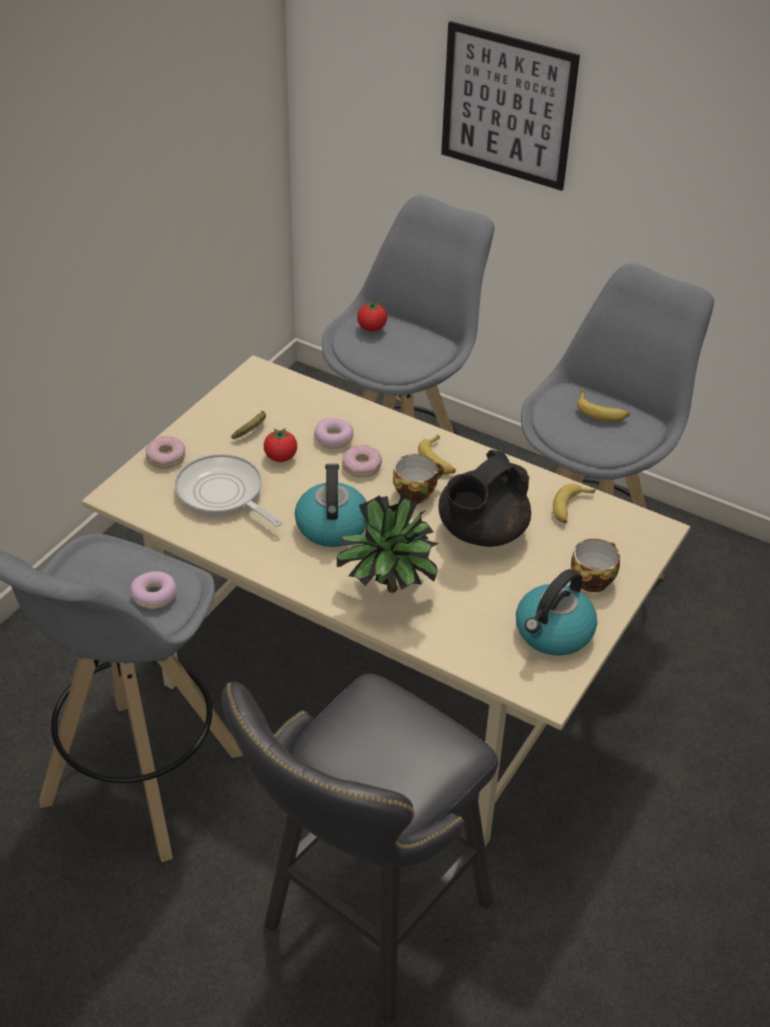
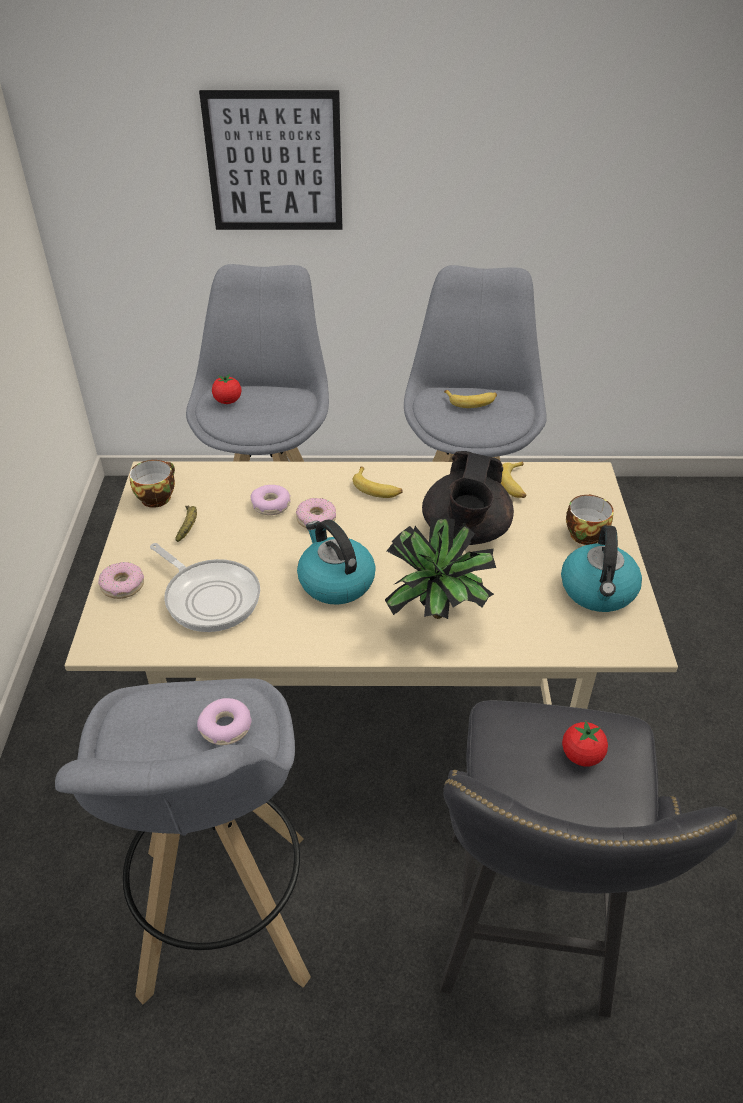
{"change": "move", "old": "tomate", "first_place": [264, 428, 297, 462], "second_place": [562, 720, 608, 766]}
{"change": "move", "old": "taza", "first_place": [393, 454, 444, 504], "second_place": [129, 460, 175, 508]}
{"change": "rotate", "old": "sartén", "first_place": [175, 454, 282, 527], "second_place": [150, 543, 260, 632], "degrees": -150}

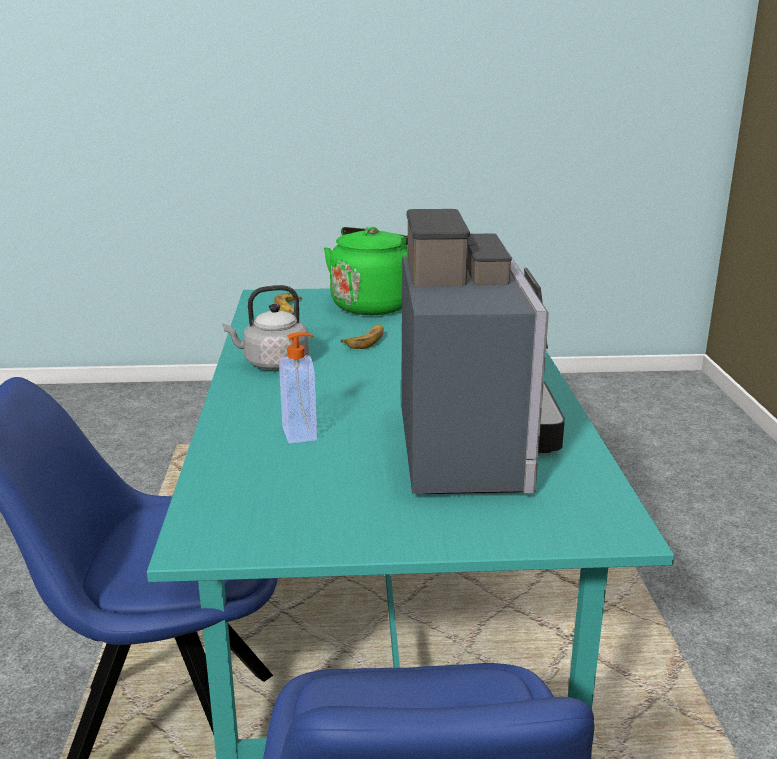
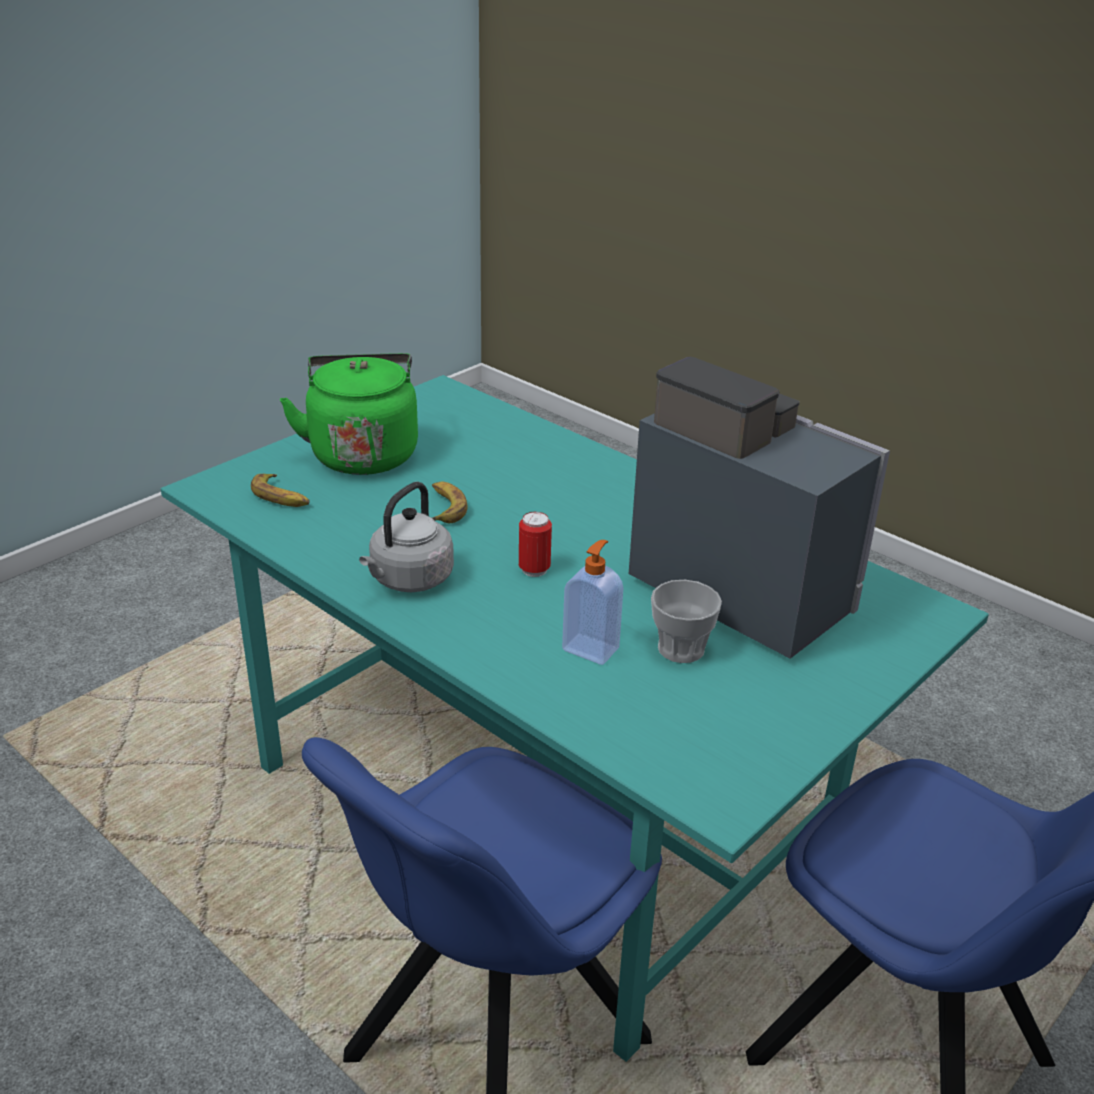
{"change": "insert", "new": "lata", "second_place": [519, 512, 552, 577]}
{"change": "insert", "new": "taza", "second_place": [651, 580, 722, 663]}

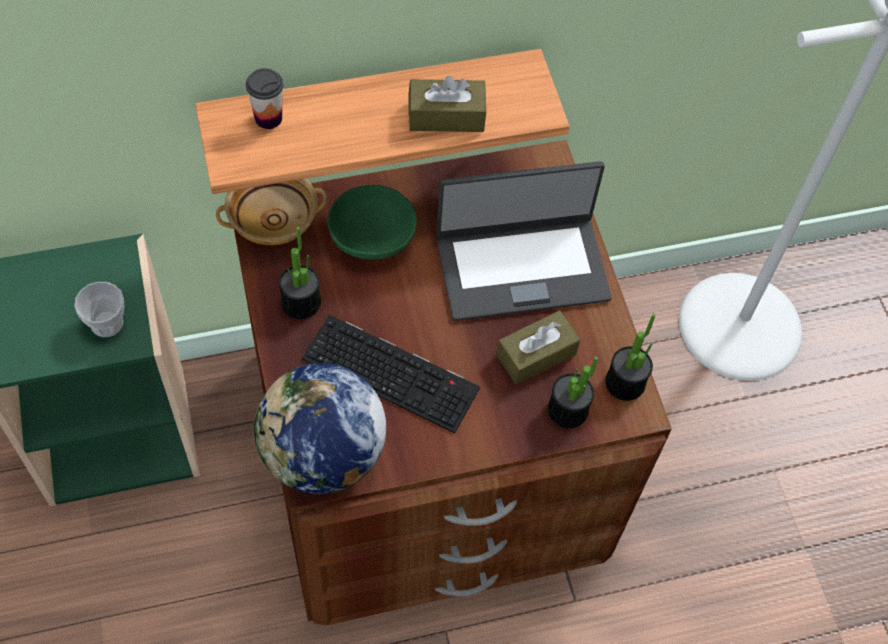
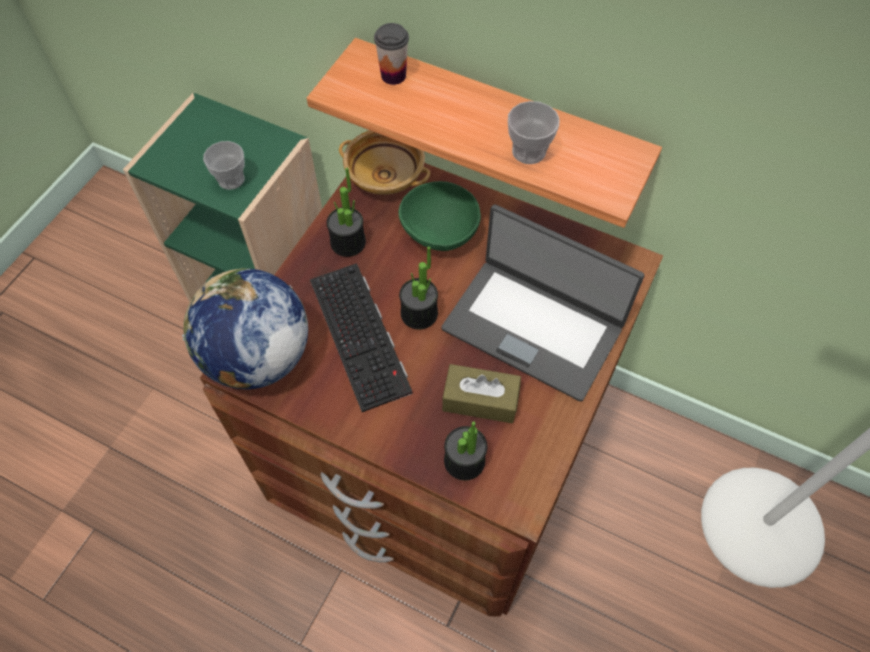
{"change": "move", "old": "planta en maceta", "first_place": [605, 314, 655, 401], "second_place": [399, 246, 438, 329]}
{"change": "replace", "old": "caja de pañuelos/marrón", "new": "taza", "first_place": [409, 76, 486, 132], "second_place": [508, 101, 559, 164]}

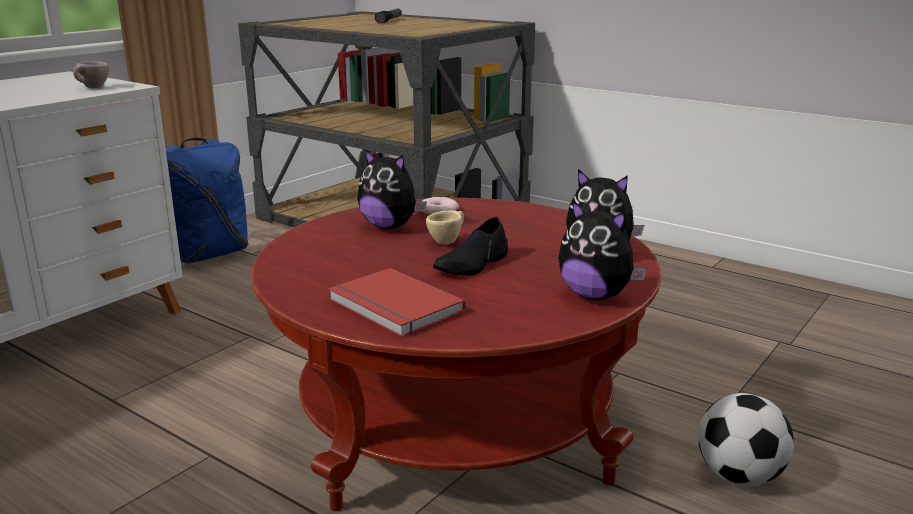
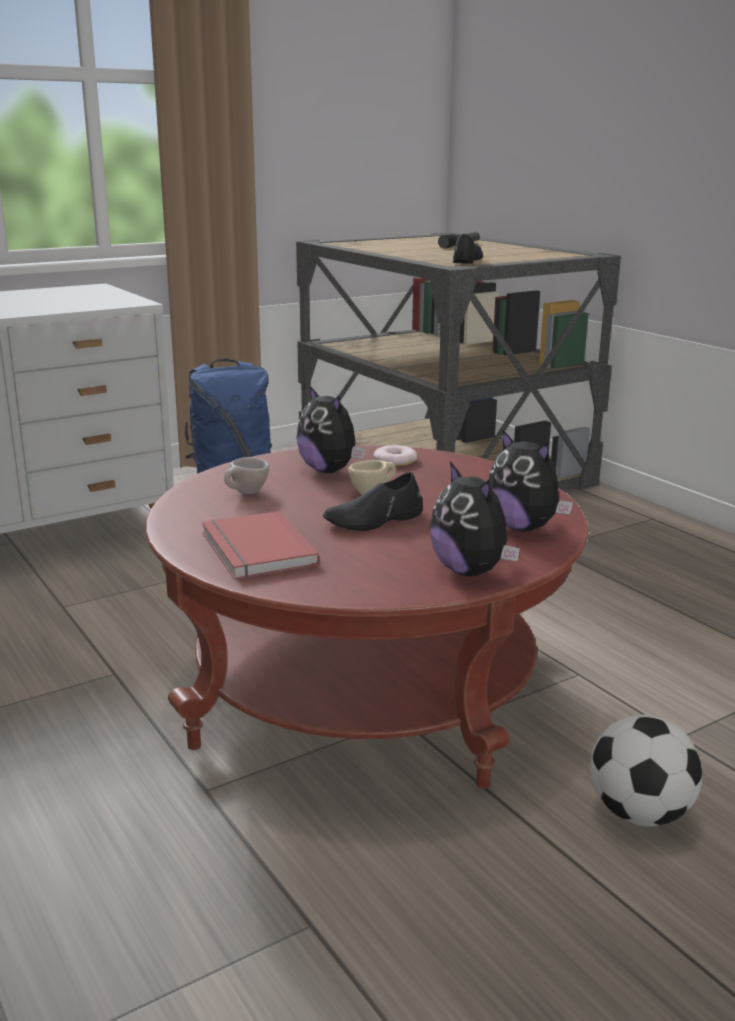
{"change": "insert", "new": "zapato/negro", "second_place": [453, 234, 483, 264]}
{"change": "move", "old": "taza/beis", "first_place": [73, 61, 109, 88], "second_place": [224, 457, 269, 494]}

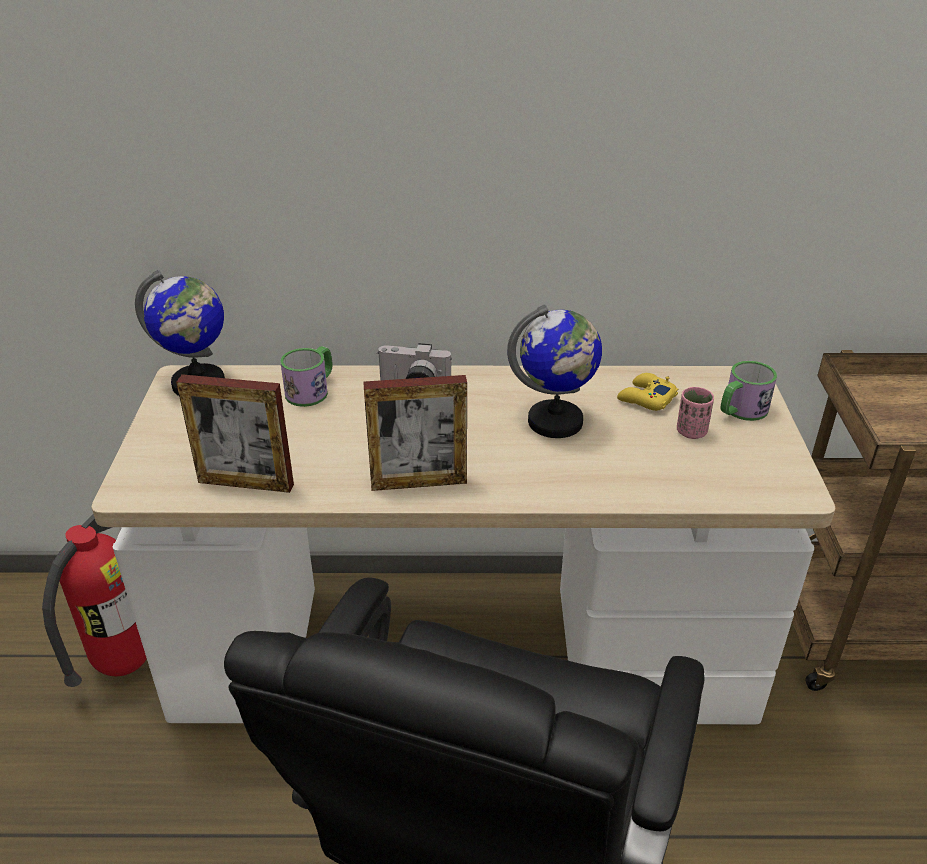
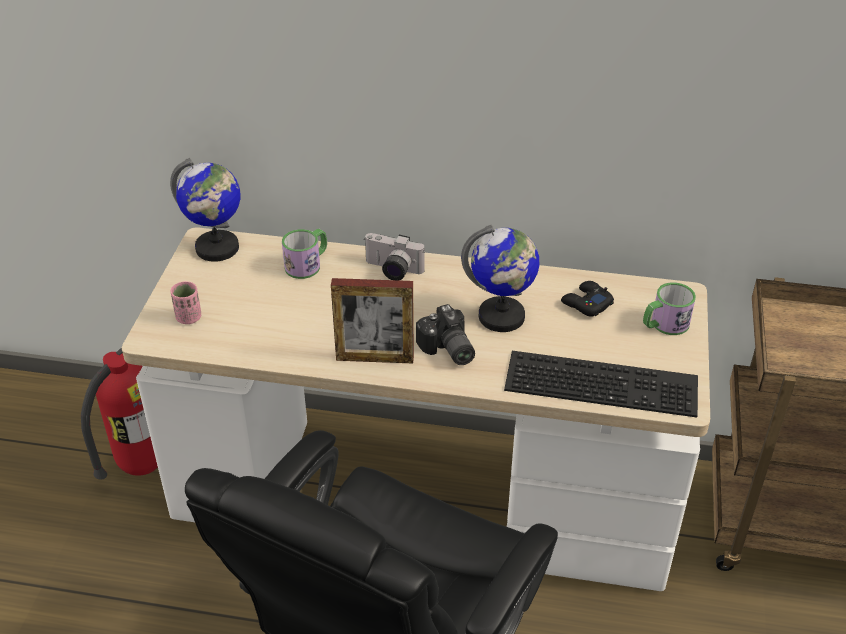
{"change": "delete", "old": "portarretratos", "first_place": [176, 374, 294, 493]}
{"change": "insert", "new": "cámara", "second_place": [416, 304, 475, 365]}
{"change": "insert", "new": "teclado", "second_place": [504, 351, 698, 418]}
{"change": "move", "old": "taza/rosa", "first_place": [677, 387, 714, 439], "second_place": [170, 281, 201, 324]}
{"change": "recolor", "old": "mando de consola/amarillo", "new": "mando de consola/negro", "first_place": [617, 373, 678, 411], "second_place": [561, 281, 614, 317]}

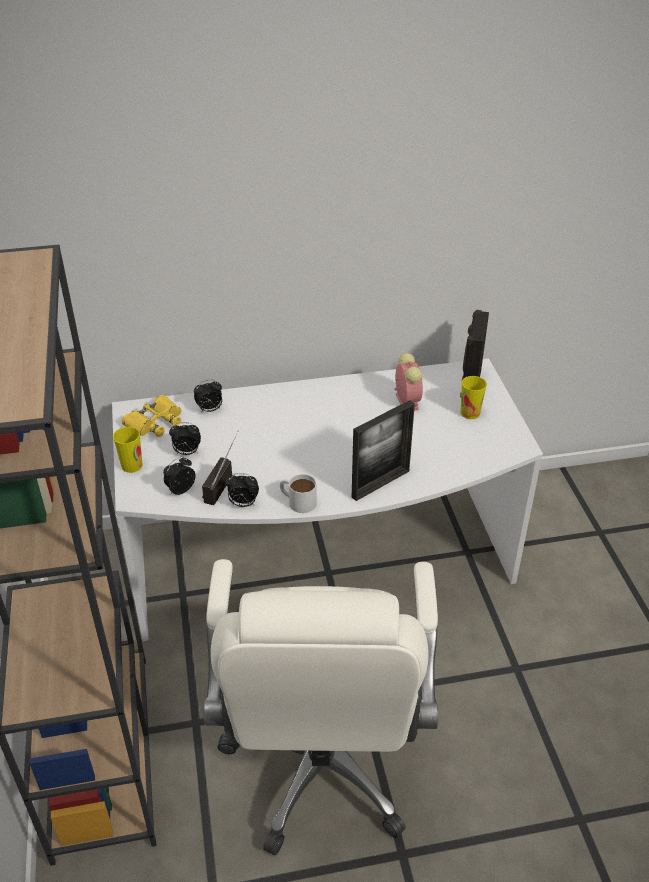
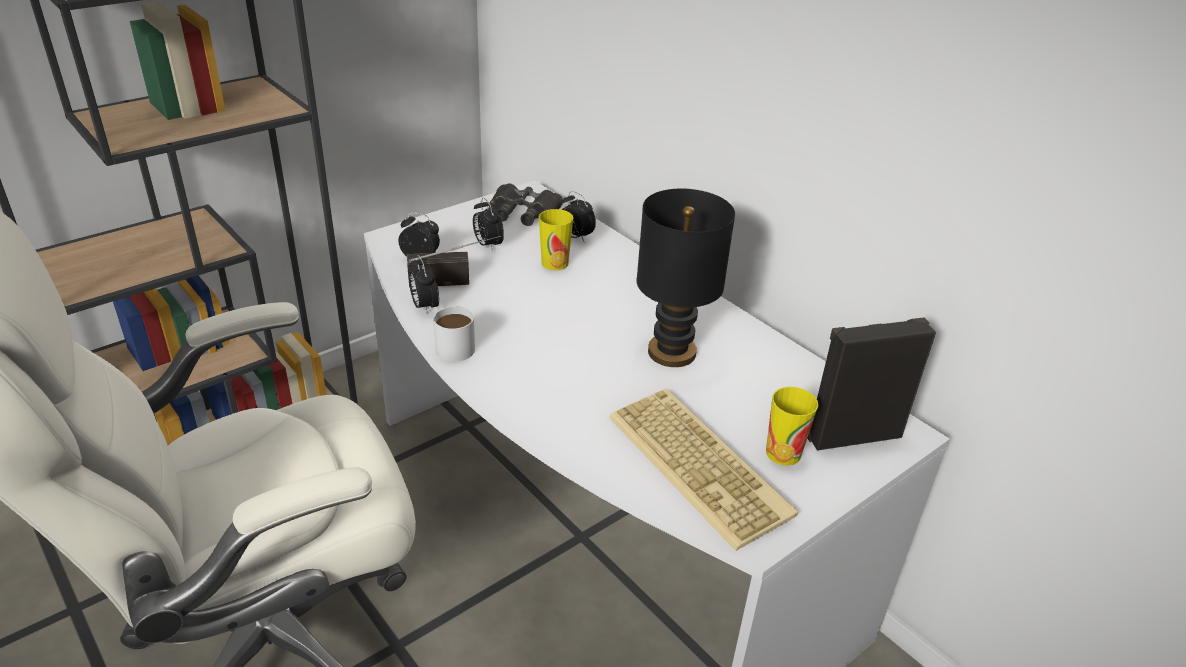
{"change": "delete", "old": "portarretratos", "first_place": [352, 400, 415, 501]}
{"change": "delete", "old": "despertador", "first_place": [395, 353, 423, 411]}
{"change": "insert", "new": "teclado", "second_place": [609, 389, 798, 551]}
{"change": "insert", "new": "lámpara de mesa/negro", "second_place": [636, 188, 735, 367]}
{"change": "move", "old": "taza", "first_place": [113, 427, 142, 473], "second_place": [539, 209, 573, 270]}
{"change": "recolor", "old": "prismáticos/amarillo", "new": "prismáticos/negro", "first_place": [122, 395, 182, 437], "second_place": [489, 183, 563, 226]}

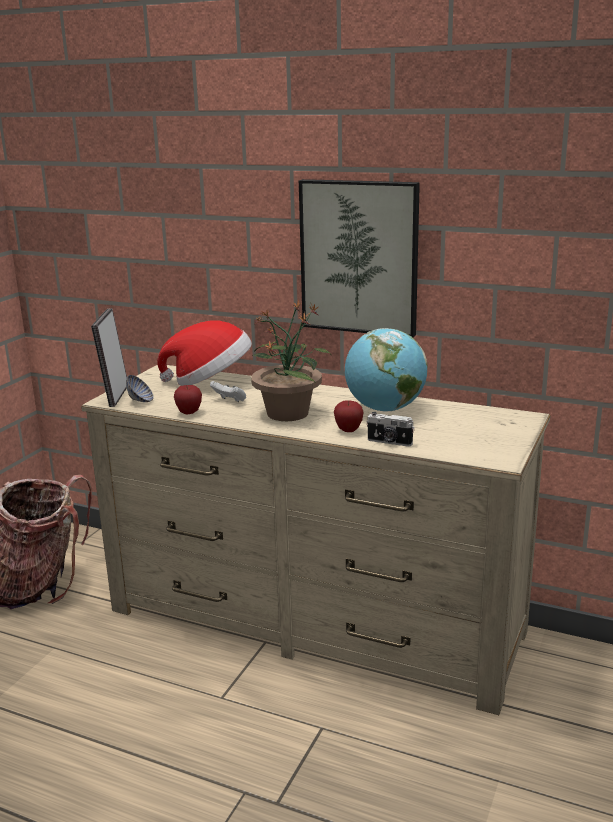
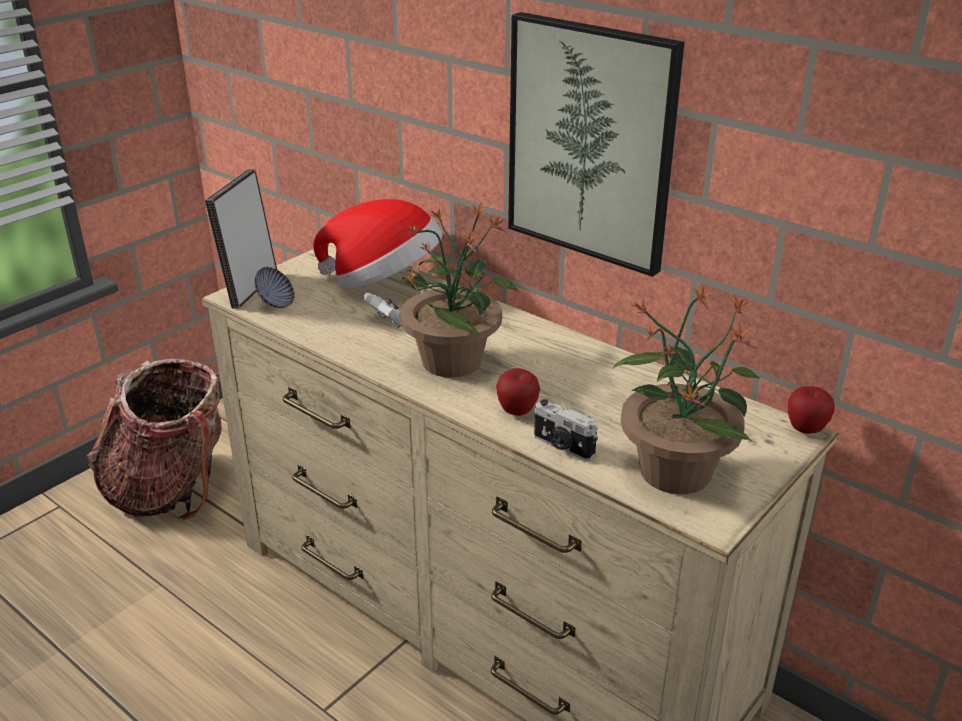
{"change": "delete", "old": "globo terráqueo", "first_place": [345, 328, 427, 411]}
{"change": "insert", "new": "planta en maceta", "second_place": [613, 284, 759, 494]}
{"change": "move", "old": "manzana", "first_place": [174, 385, 202, 414], "second_place": [788, 386, 835, 434]}

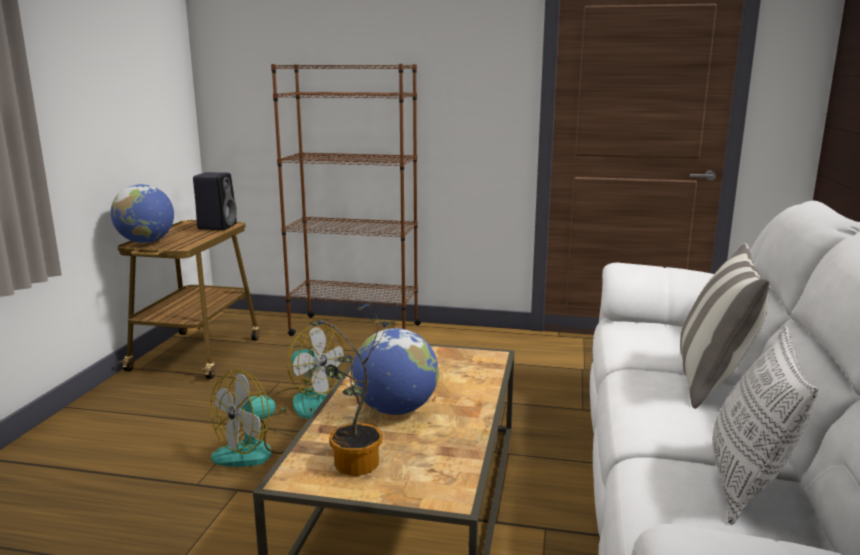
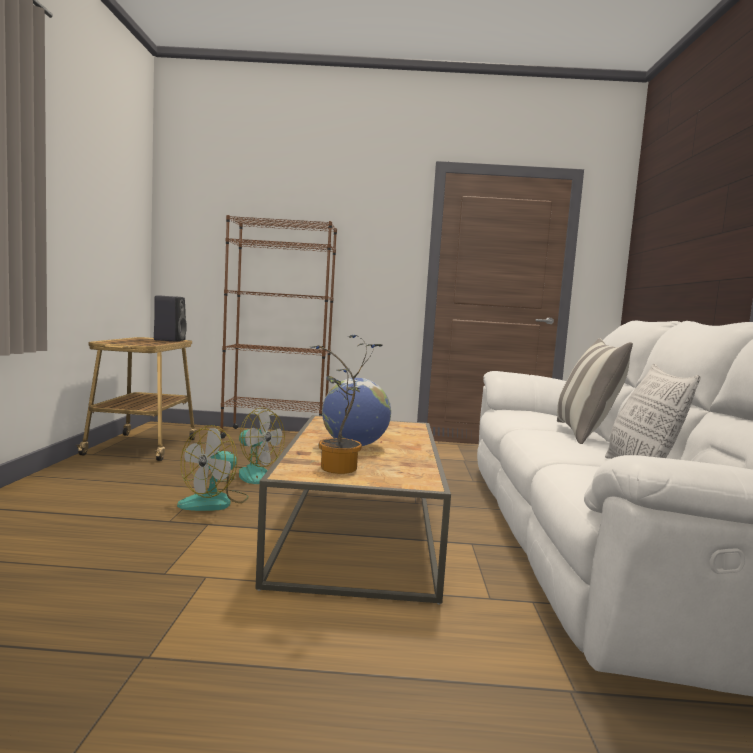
{"change": "delete", "old": "globo terráqueo", "first_place": [111, 184, 174, 243]}

